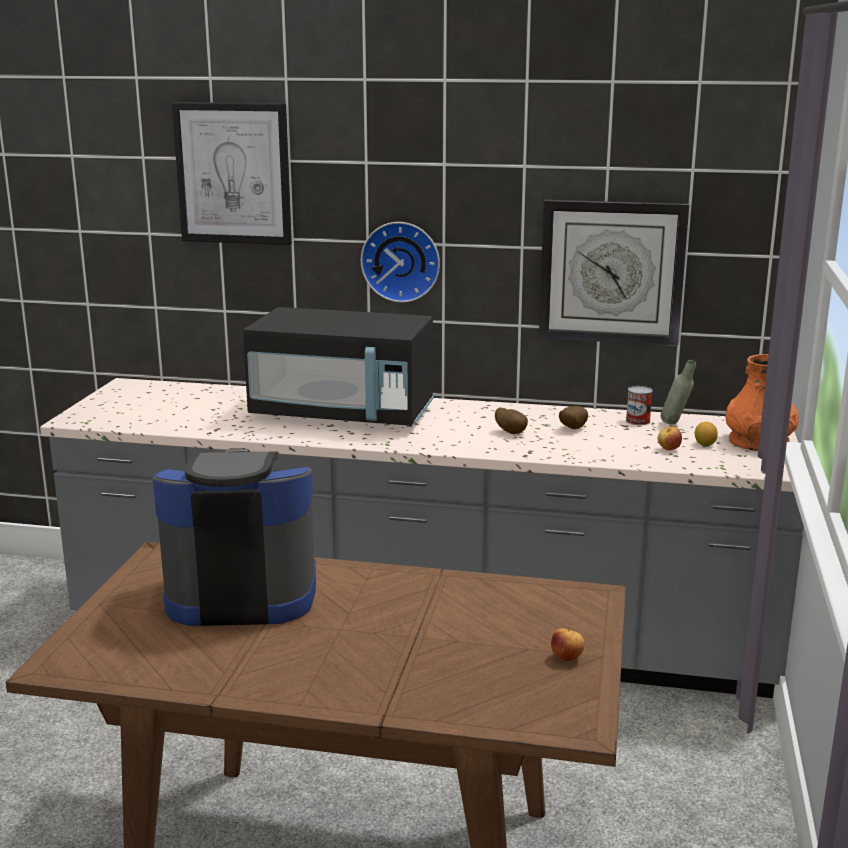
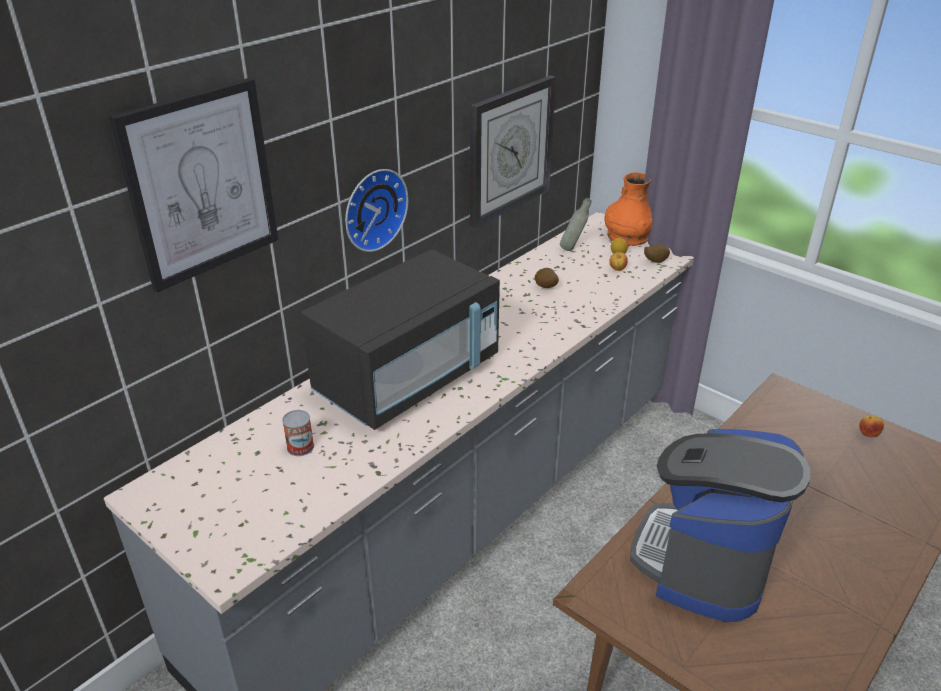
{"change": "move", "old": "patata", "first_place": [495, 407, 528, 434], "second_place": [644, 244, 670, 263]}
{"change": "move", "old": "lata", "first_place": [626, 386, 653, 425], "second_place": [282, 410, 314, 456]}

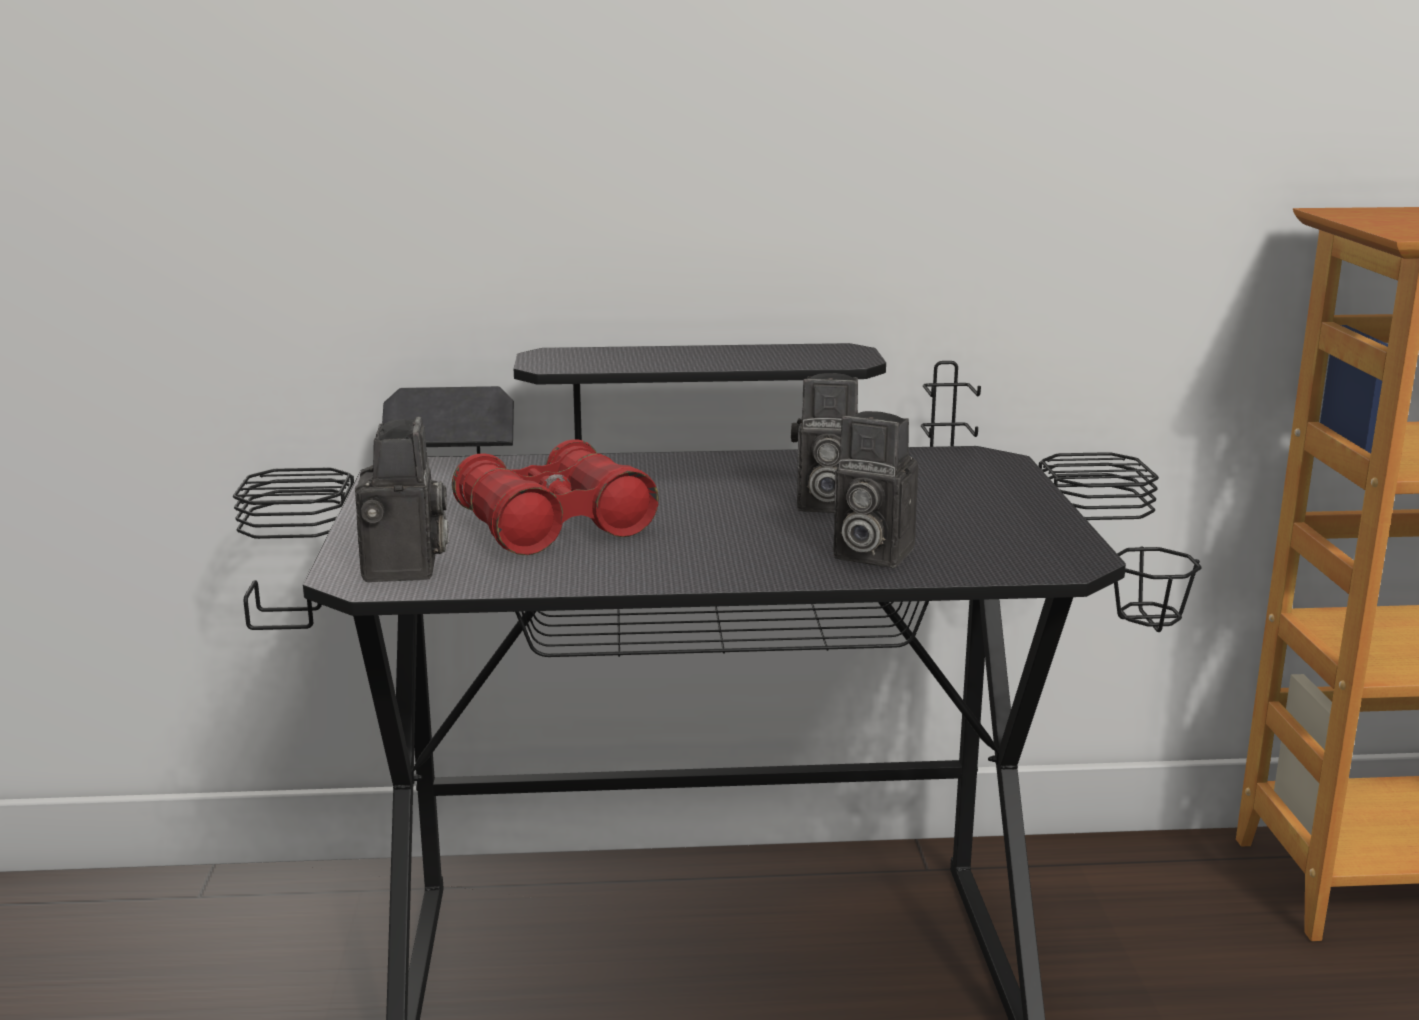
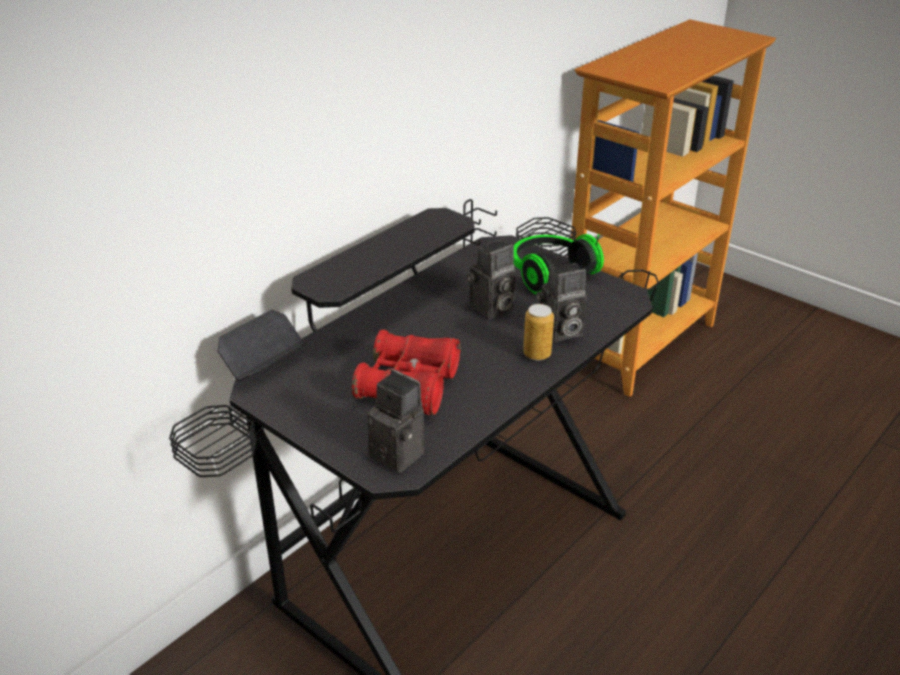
{"change": "insert", "new": "auriculares", "second_place": [514, 234, 604, 294]}
{"change": "insert", "new": "lata", "second_place": [523, 304, 554, 361]}

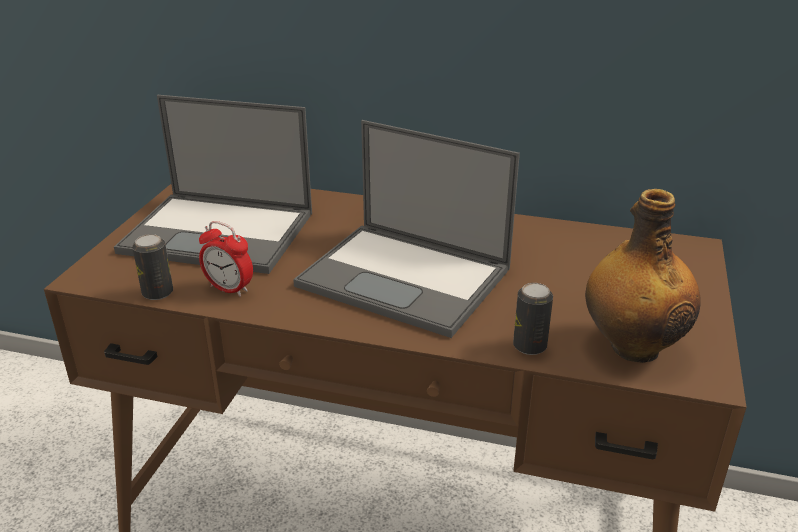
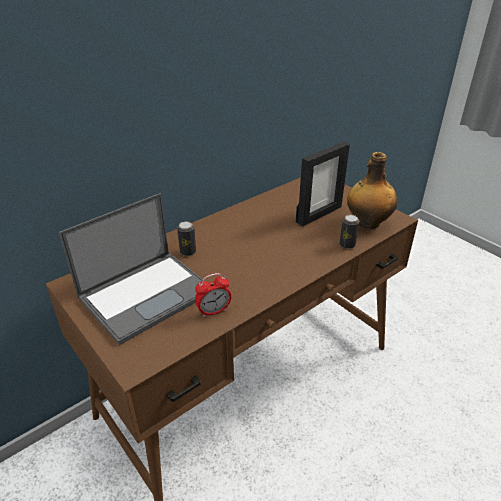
{"change": "delete", "old": "portátil", "first_place": [293, 120, 520, 338]}
{"change": "insert", "new": "portarretratos", "second_place": [296, 142, 350, 226]}
{"change": "move", "old": "lata", "first_place": [132, 234, 173, 300], "second_place": [177, 221, 196, 256]}

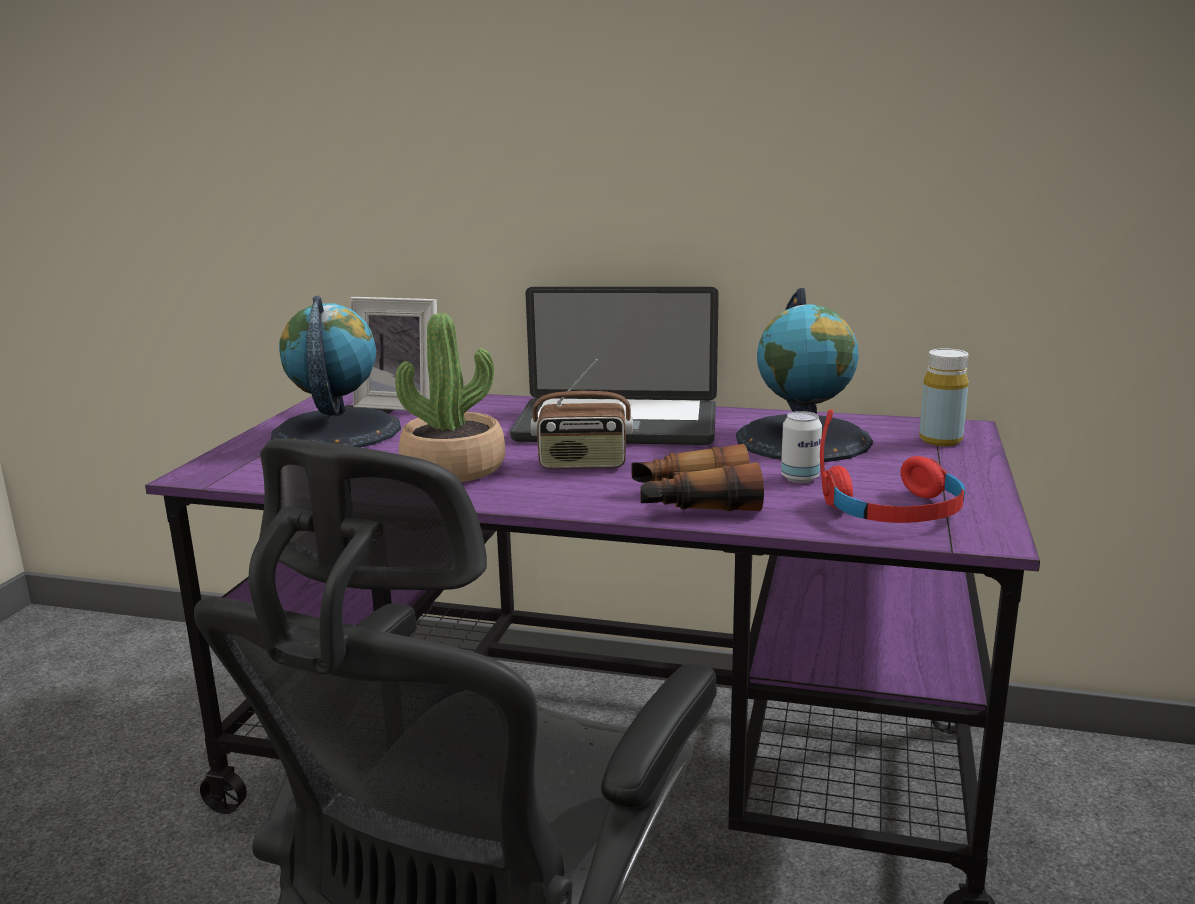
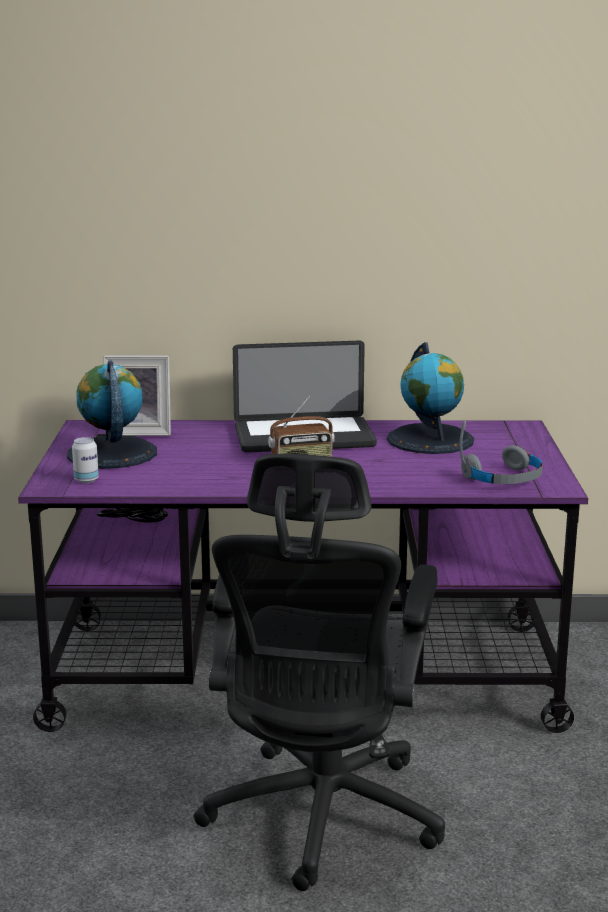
{"change": "delete", "old": "planta en maceta", "first_place": [395, 313, 505, 482]}
{"change": "delete", "old": "prismáticos", "first_place": [632, 444, 764, 511]}
{"change": "delete", "old": "botella/amarillo", "first_place": [919, 348, 969, 446]}
{"change": "move", "old": "lata", "first_place": [781, 411, 822, 483], "second_place": [72, 437, 99, 483]}
{"change": "recolor", "old": "auriculares/rojo", "new": "auriculares/gris", "first_place": [820, 409, 965, 523], "second_place": [460, 421, 543, 484]}

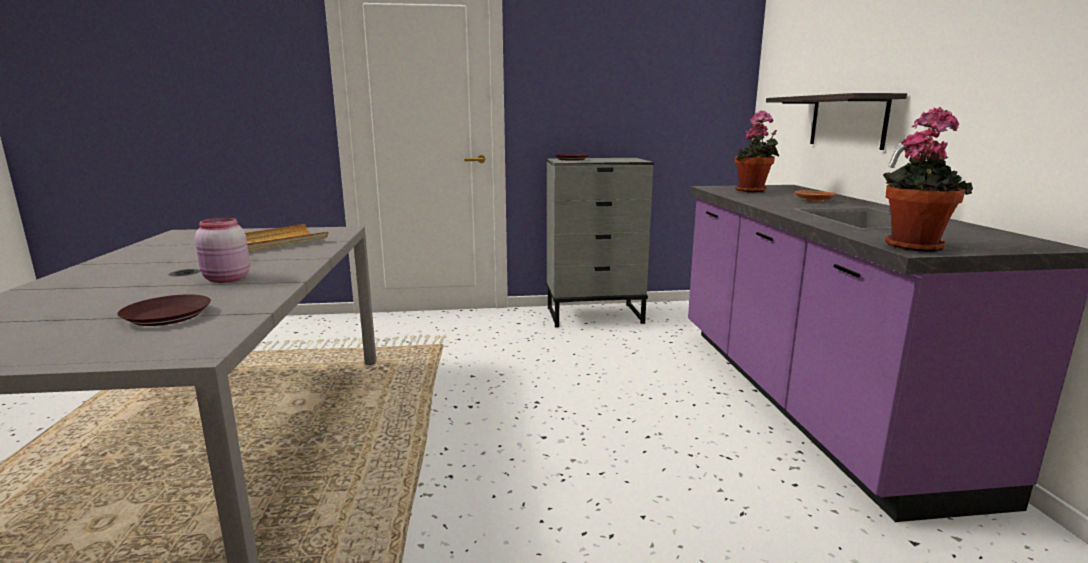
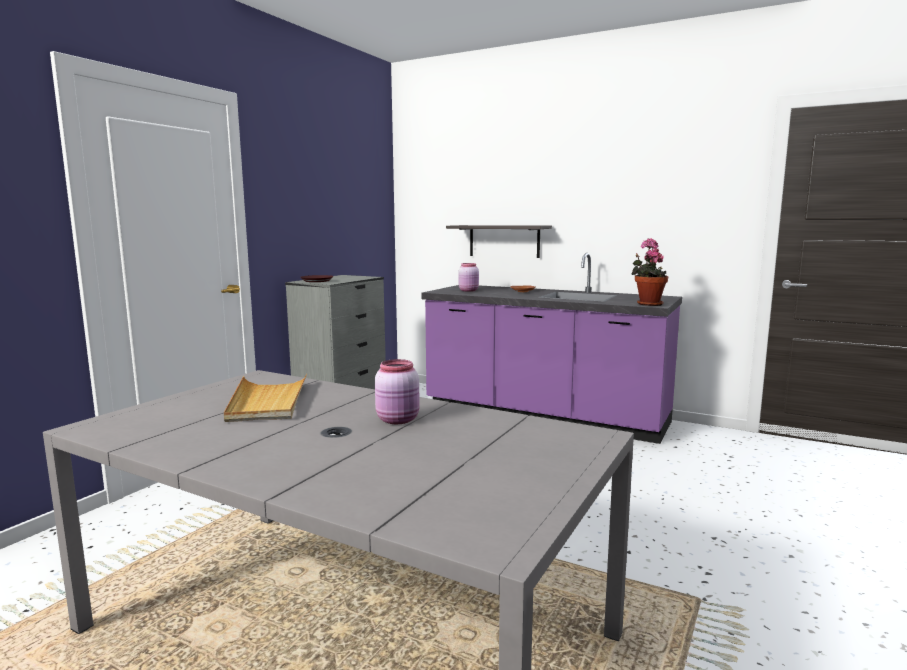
{"change": "delete", "old": "plato/marrón", "first_place": [117, 294, 211, 326]}
{"change": "replace", "old": "planta en maceta", "new": "tarro/rosa", "first_place": [734, 110, 779, 192], "second_place": [458, 263, 479, 292]}

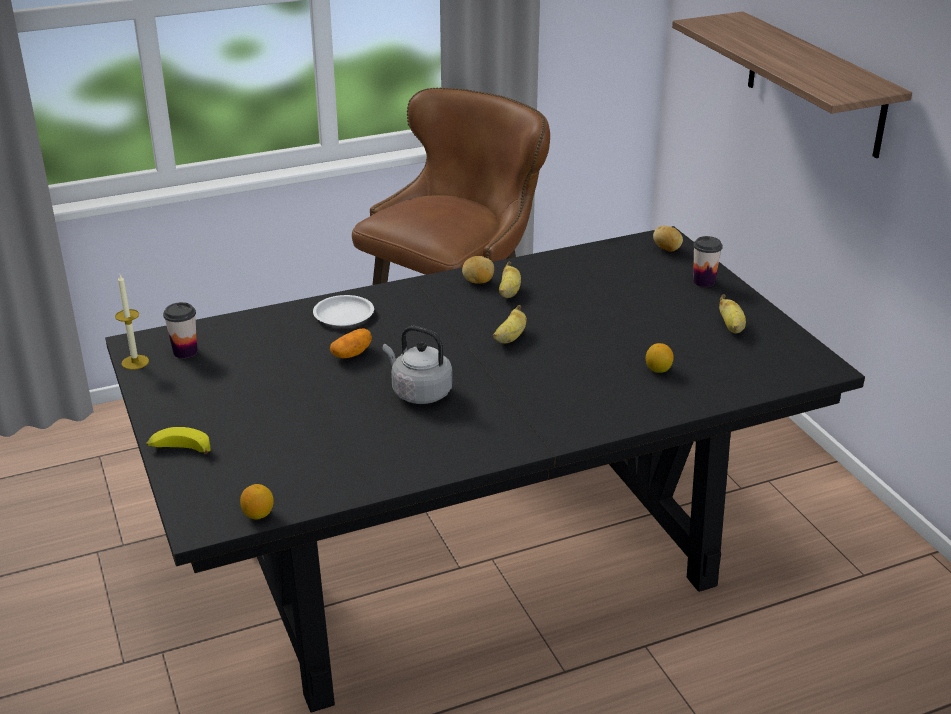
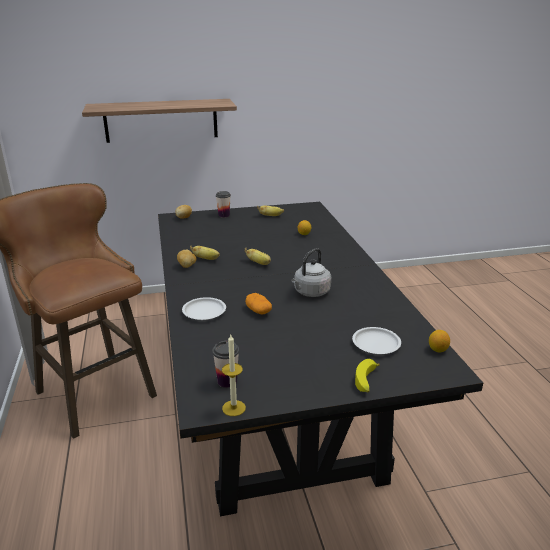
{"change": "insert", "new": "plato/blanco", "second_place": [352, 327, 401, 354]}

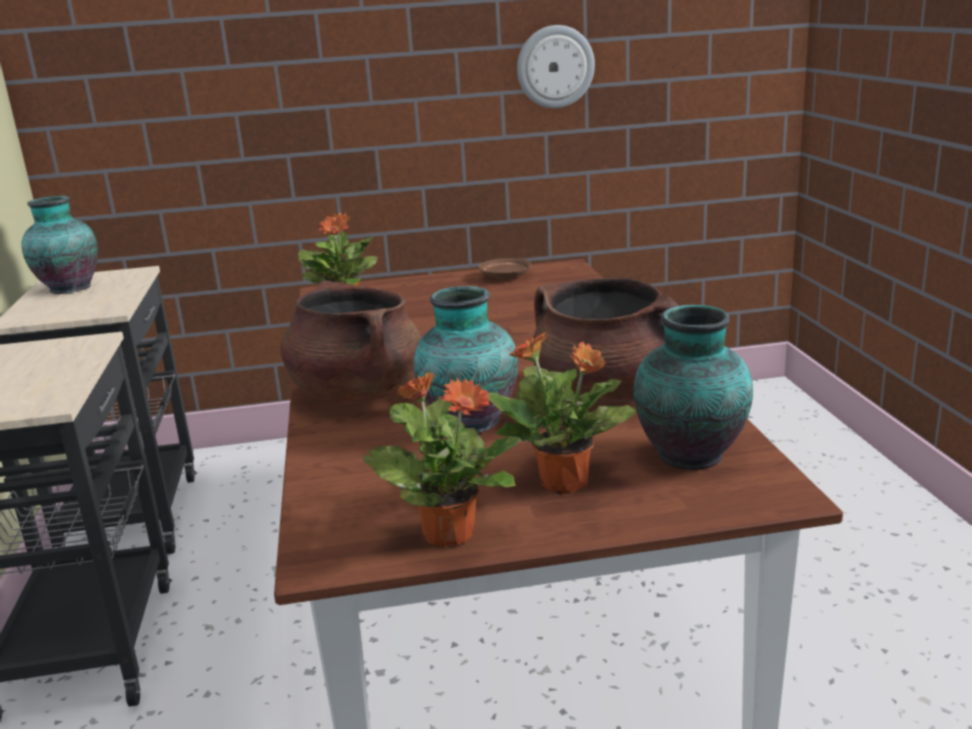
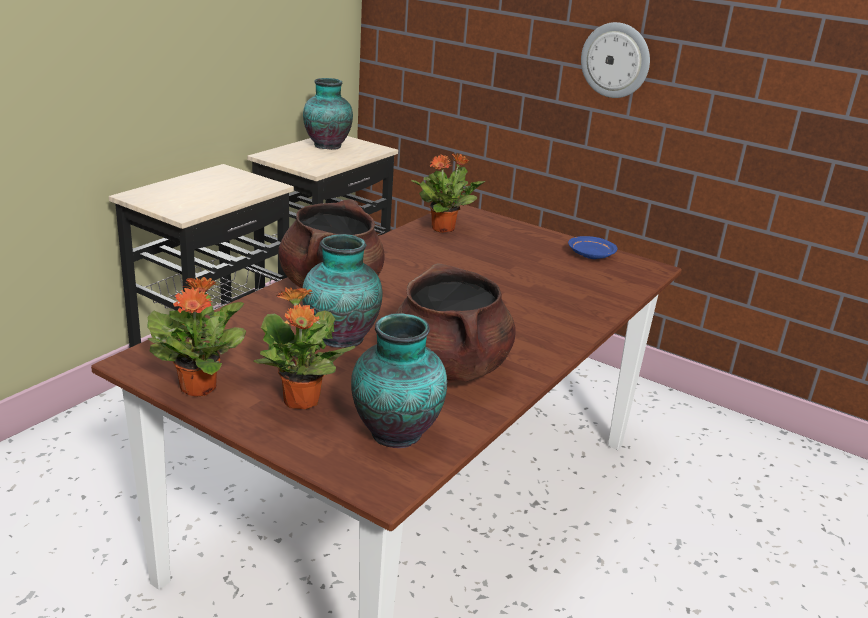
{"change": "move", "old": "reloj de pared", "first_place": [517, 25, 595, 108], "second_place": [581, 22, 650, 98]}
{"change": "recolor", "old": "plato/marrón", "new": "plato/azul", "first_place": [478, 258, 531, 279], "second_place": [568, 236, 618, 259]}

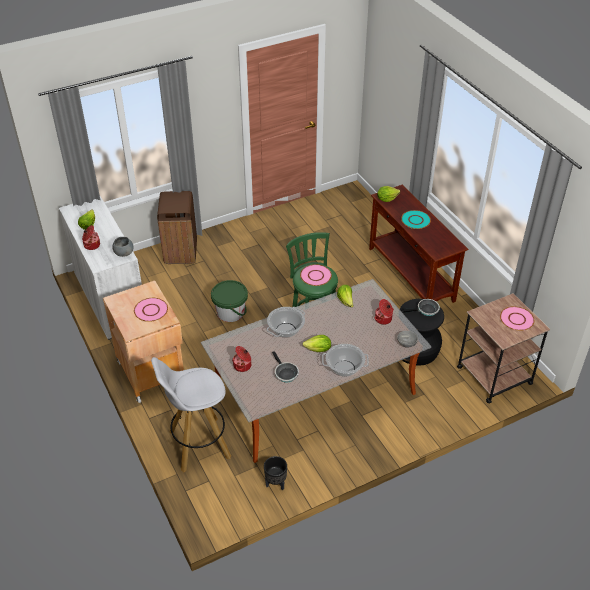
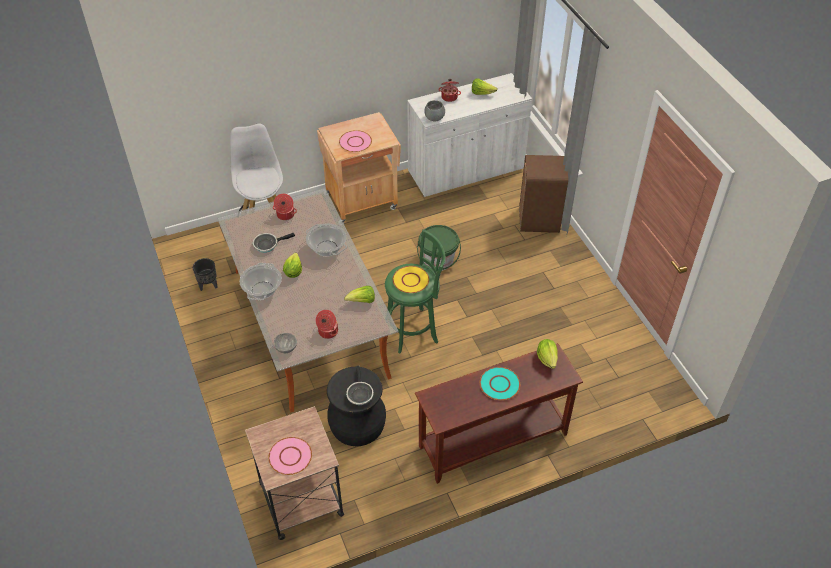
{"change": "recolor", "old": "plato/rosa", "new": "plato/amarillo", "first_place": [300, 264, 332, 286], "second_place": [393, 266, 429, 293]}

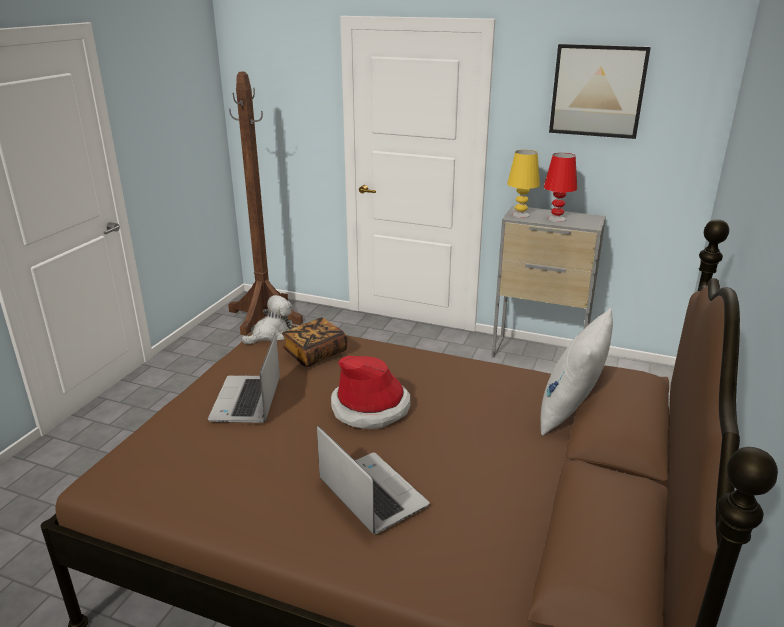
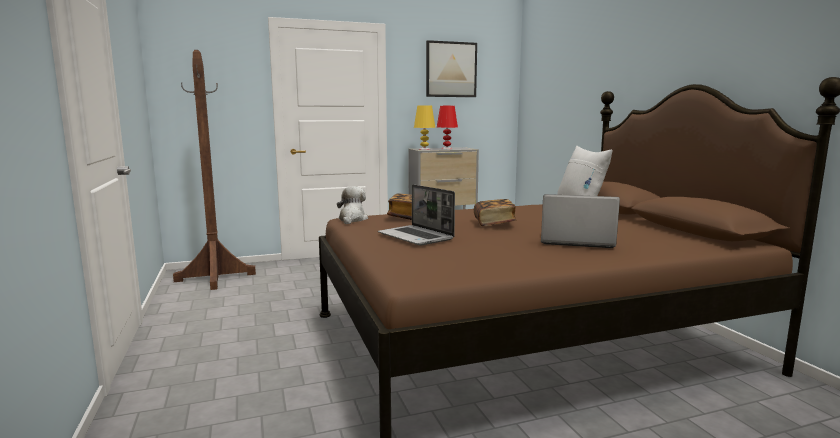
{"change": "replace", "old": "sombrero", "new": "libro", "first_place": [331, 356, 410, 429], "second_place": [474, 199, 517, 226]}

